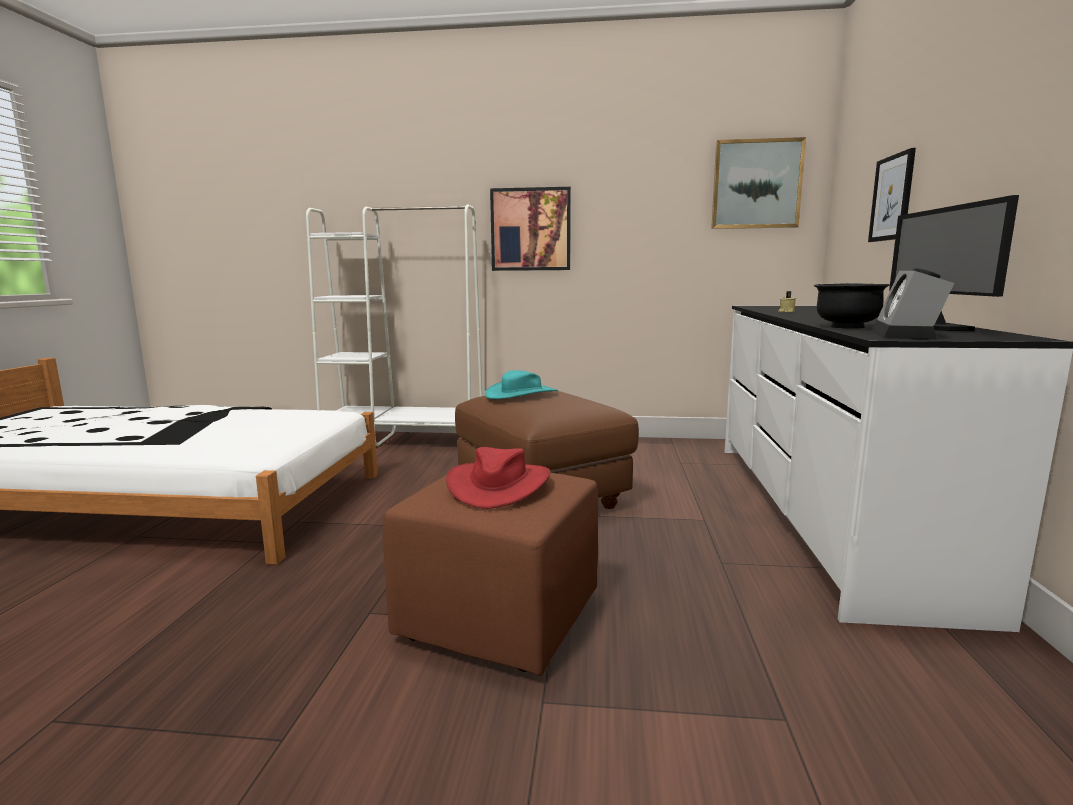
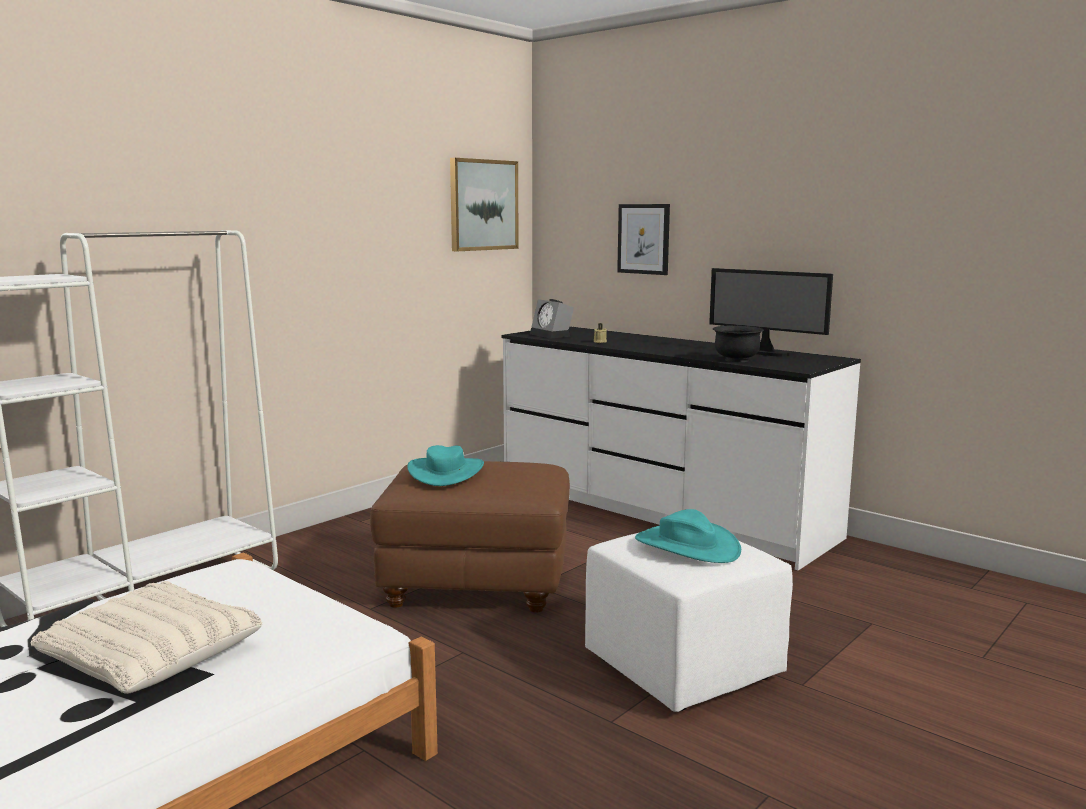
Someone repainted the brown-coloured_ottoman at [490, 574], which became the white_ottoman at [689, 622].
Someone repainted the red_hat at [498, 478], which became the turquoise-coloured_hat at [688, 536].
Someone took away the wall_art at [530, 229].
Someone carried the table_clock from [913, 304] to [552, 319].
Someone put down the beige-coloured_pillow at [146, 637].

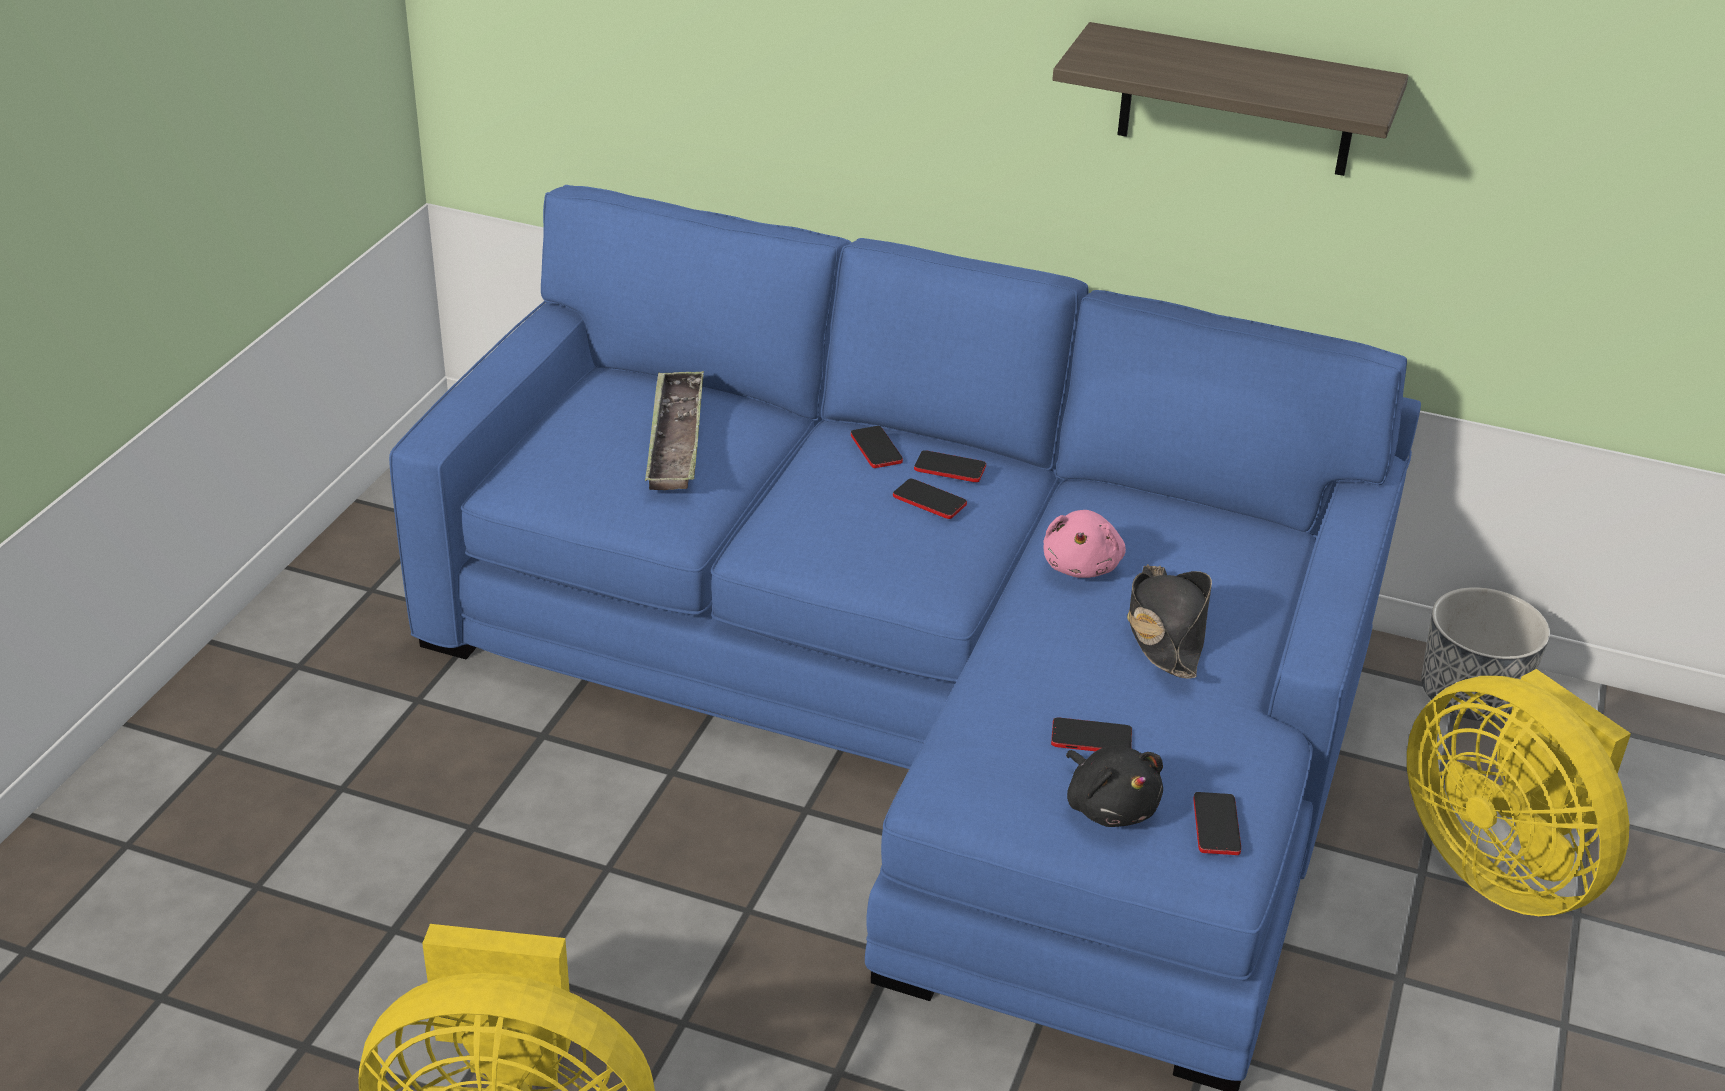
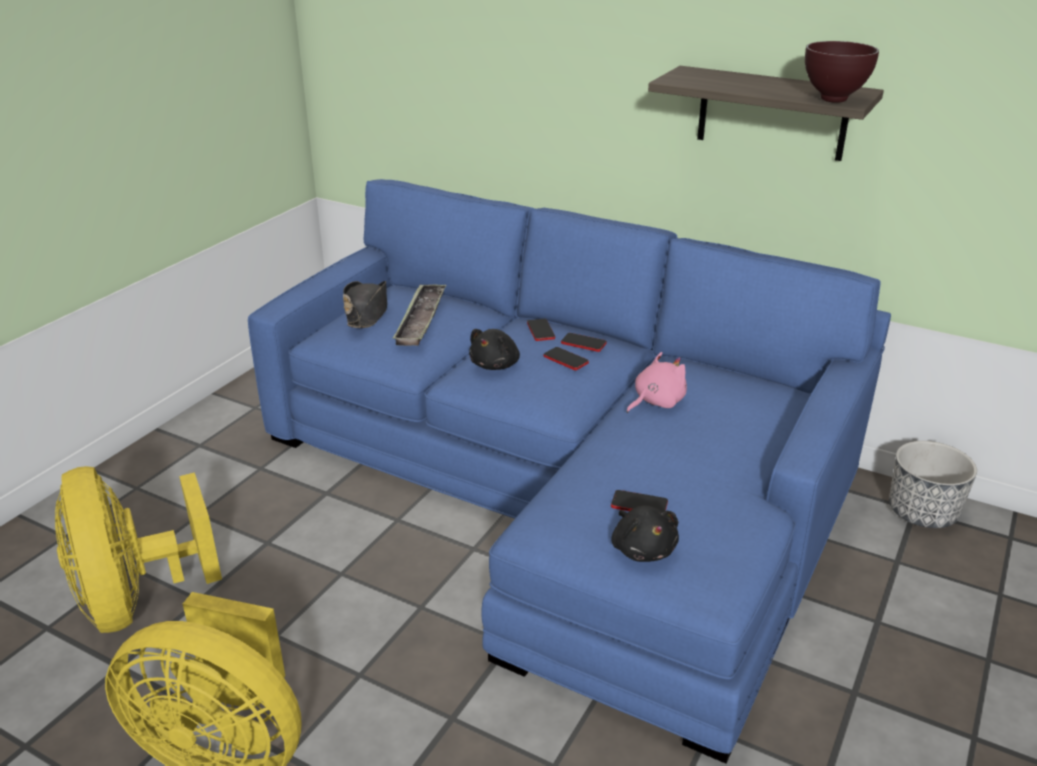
Someone rotated the pink_plush_toy at [1085, 544] by 150 degrees counterclockwise.
Someone carried the black-coloured_hat from [1169, 621] to [365, 304].
Someone took away the phone at [1217, 823].
Someone carried the yellow-coloured_fan from [1519, 792] to [138, 549].
Someone put down the black-coloured_plush_toy at [494, 349].
Someone put down the brown-coloured_bowl at [842, 72].

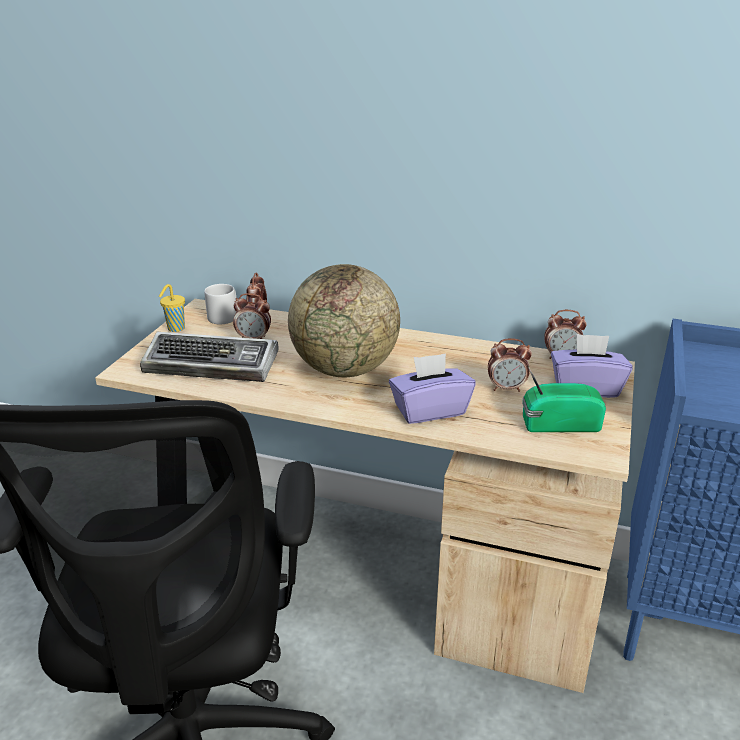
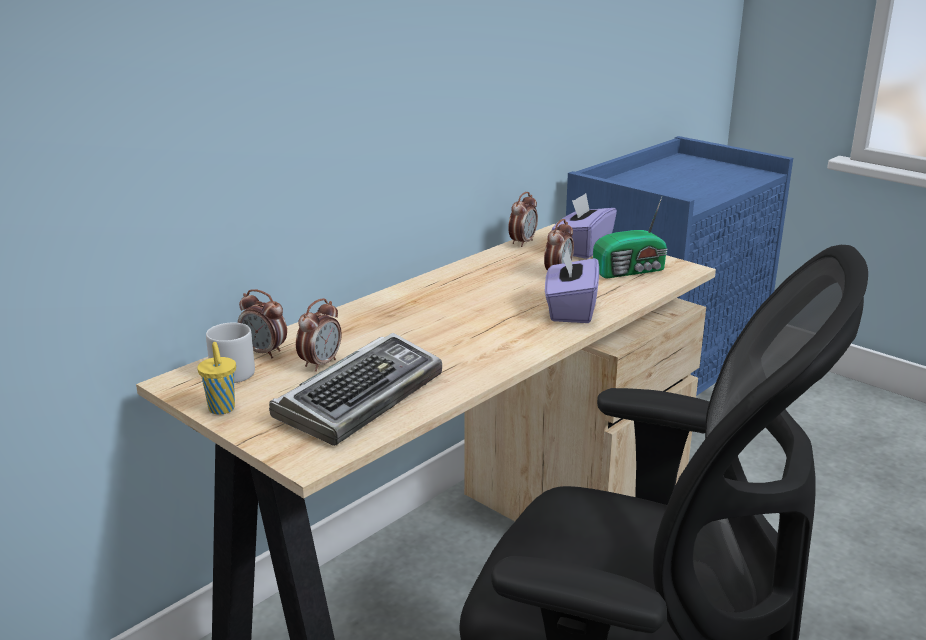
Someone took away the world_globe at [344, 320].
Someone rotated the radio_set at [564, 399] by 135 degrees counterclockwise.

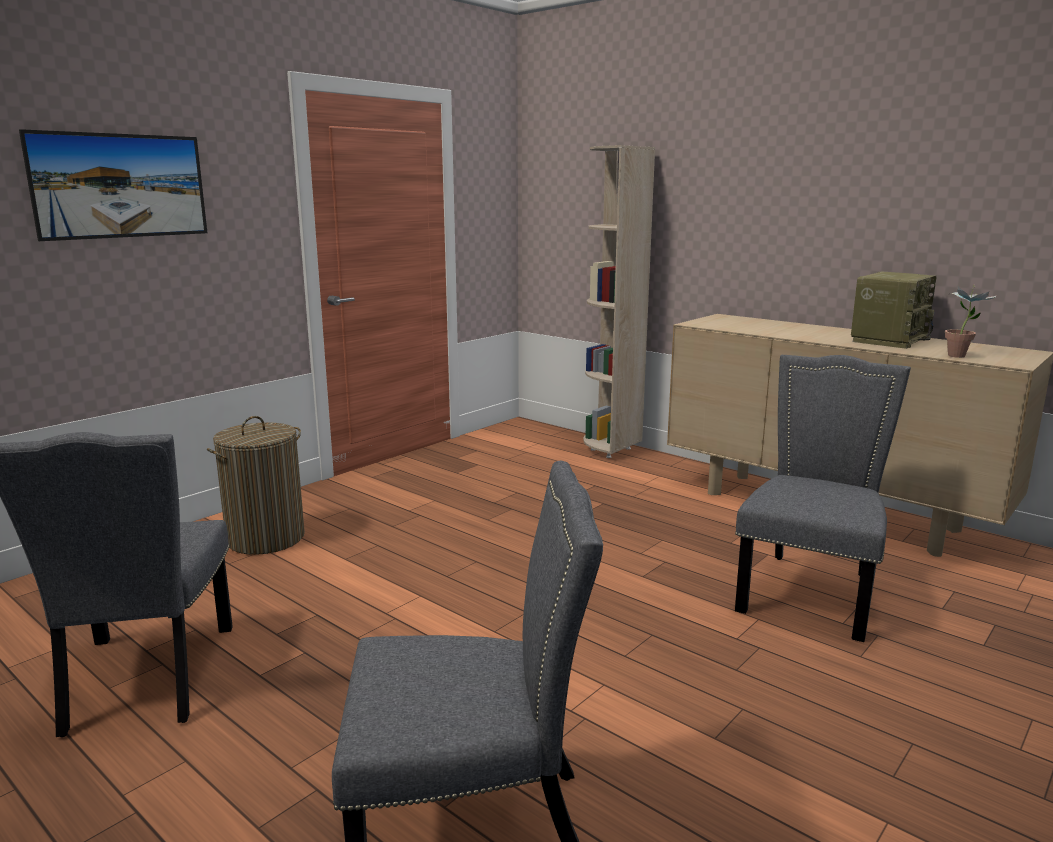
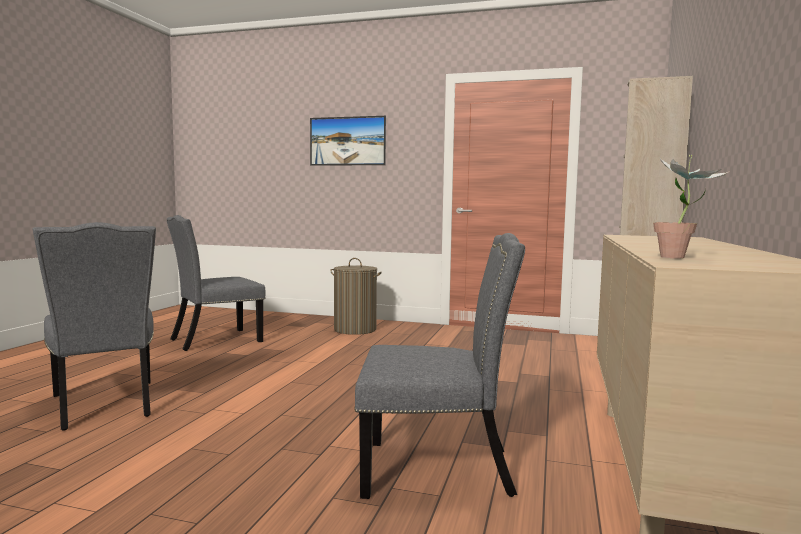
Someone took away the radio_set at [894, 310].

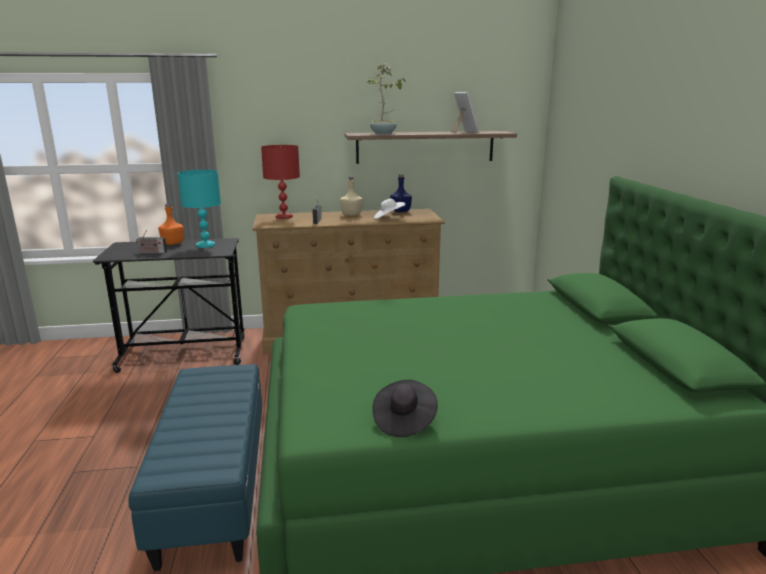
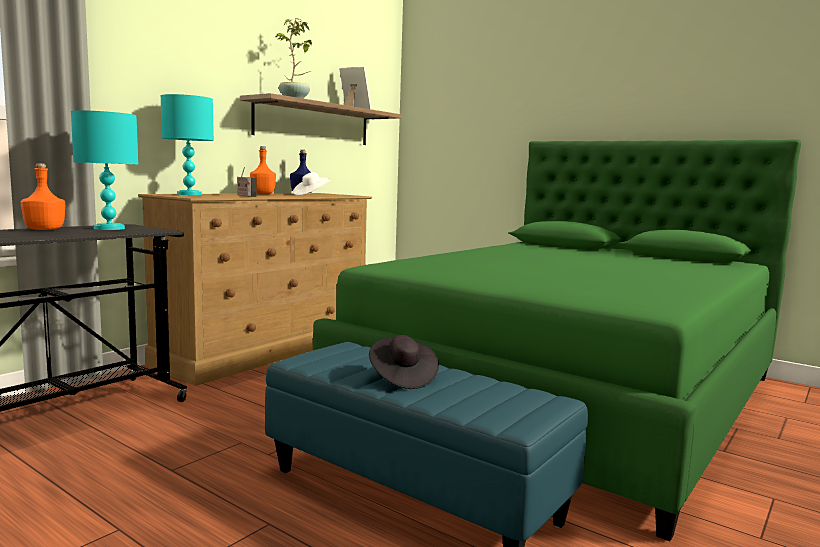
Someone took away the radio_set at [151, 241].
Someone repainted the red_tabletop_lamp at [280, 182], which became the turquoise-coloured_tabletop_lamp at [187, 144].
Someone repainted the beige-coloured_beverage_bottle at [351, 196], which became the orangey_beverage_bottle at [263, 170].
Someone carried the black-coloured_hat from [405, 408] to [404, 362].

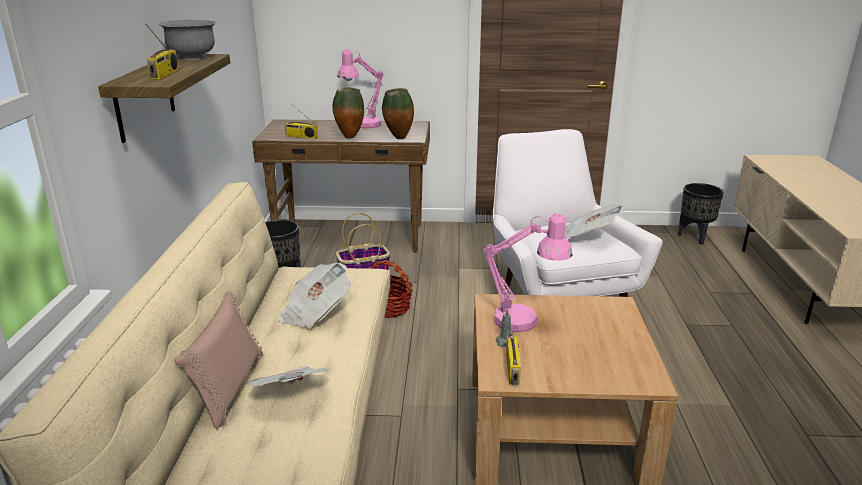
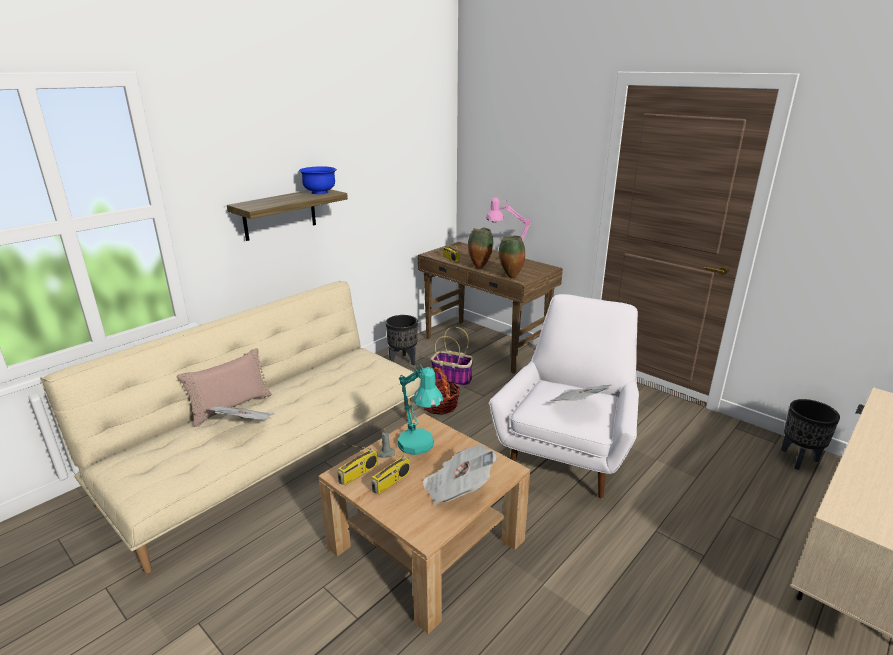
Someone carried the radio_set from [162, 51] to [390, 473].
Someone repainted the gray_bowl at [187, 40], which became the blue_bowl at [318, 180].
Someone carried the newspaper from [314, 295] to [460, 474].
Someone repainted the pink_tabletop_lamp at [527, 272], which became the turquoise-coloured_tabletop_lamp at [420, 409].

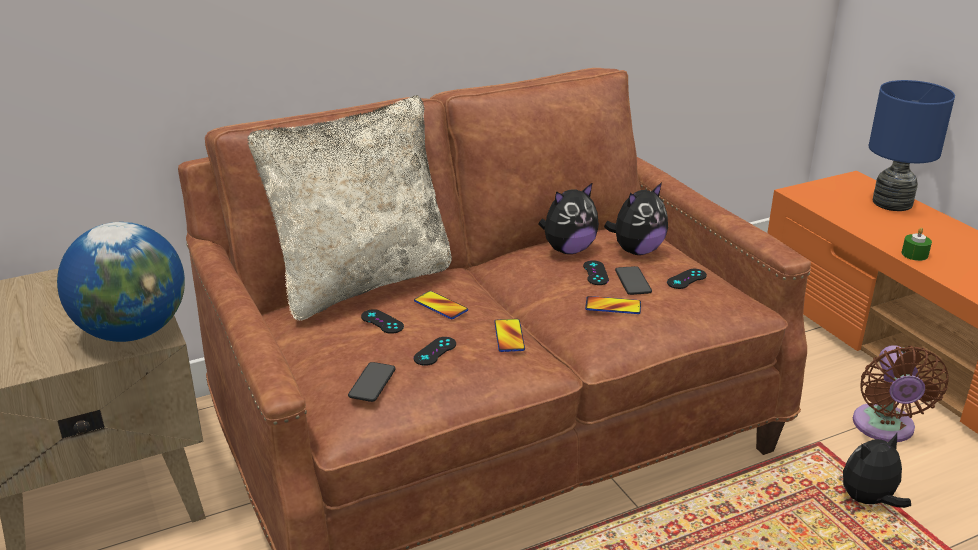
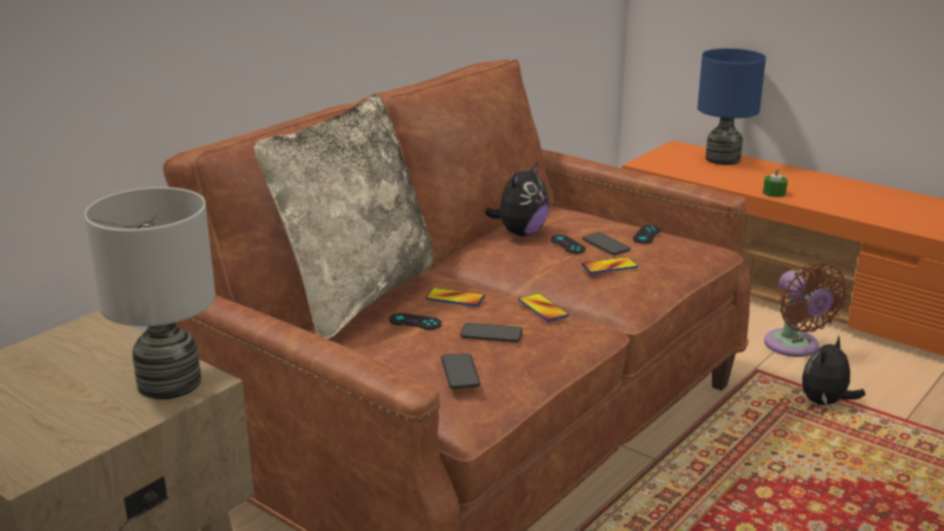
Someone swapped the world_globe at [121, 282] for the gray_tabletop_lamp at [150, 293].
Someone swapped the black-coloured_gamepad at [434, 351] for the phone at [491, 332].
Someone took away the plush_toy at [636, 218].

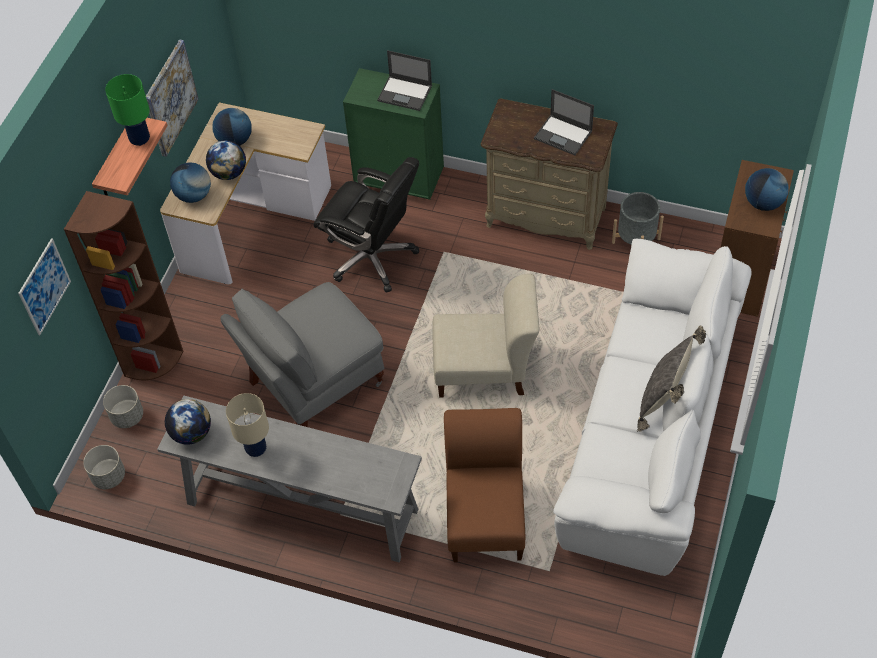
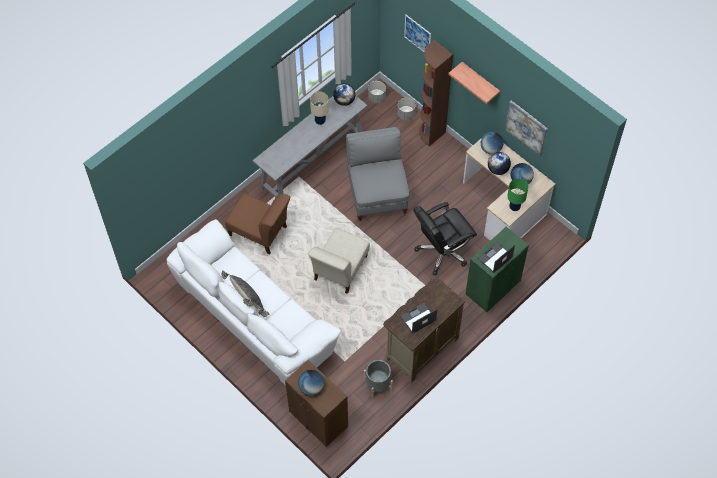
Someone carried the green-coloured_tabletop_lamp from [127, 110] to [517, 194].

